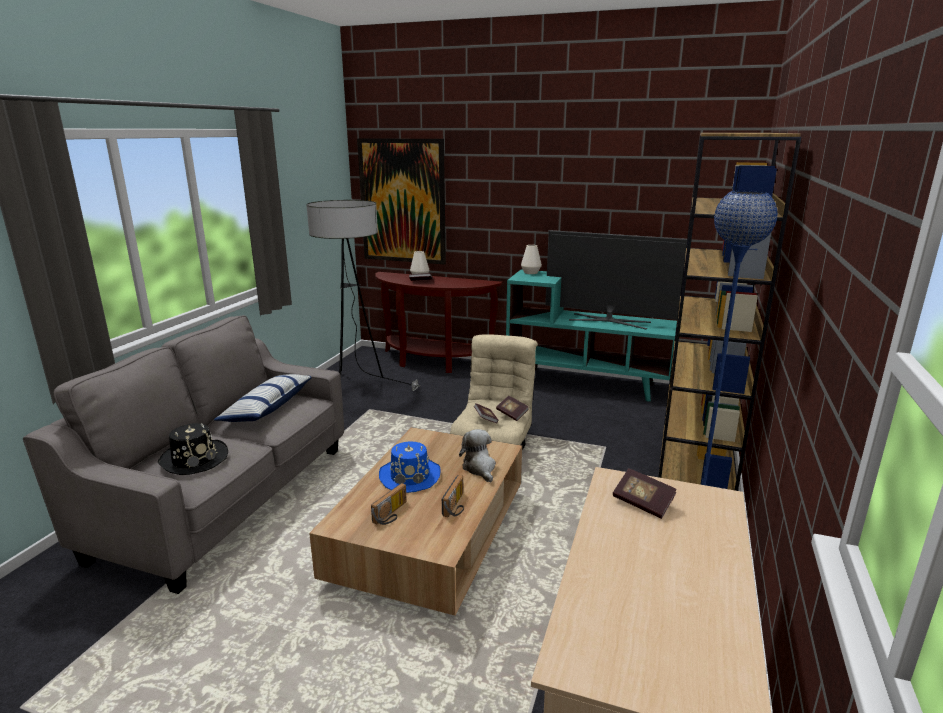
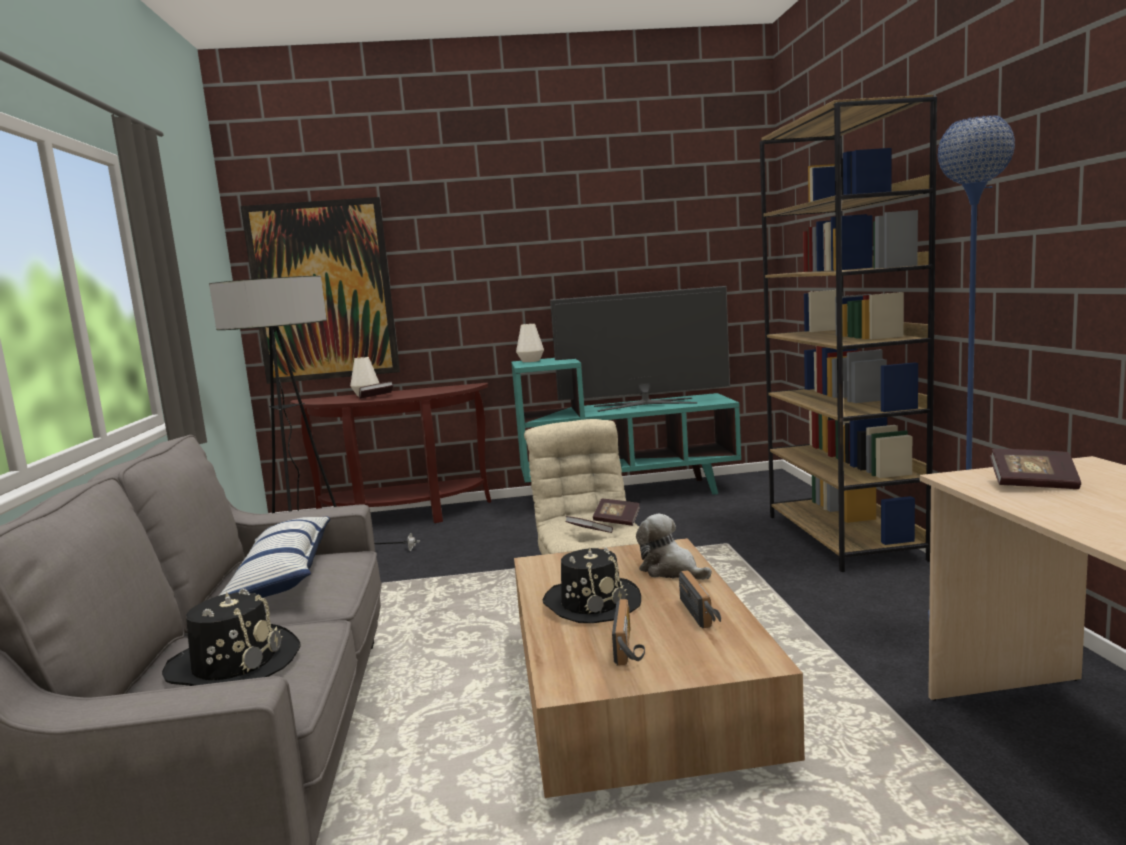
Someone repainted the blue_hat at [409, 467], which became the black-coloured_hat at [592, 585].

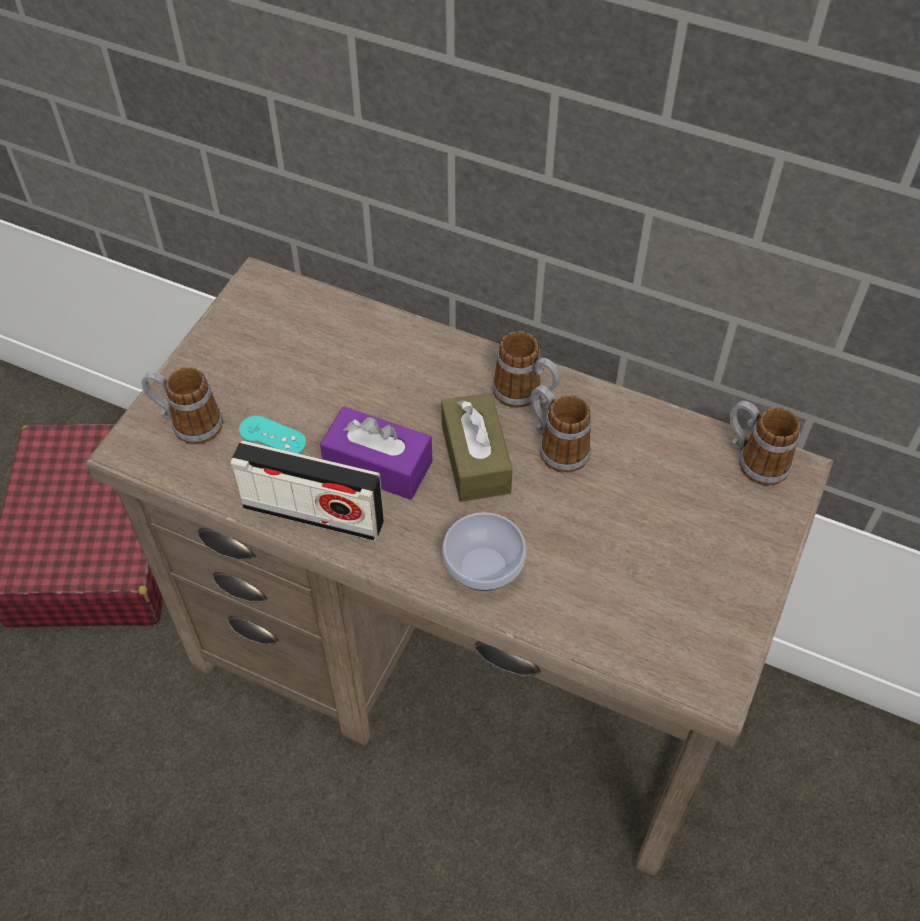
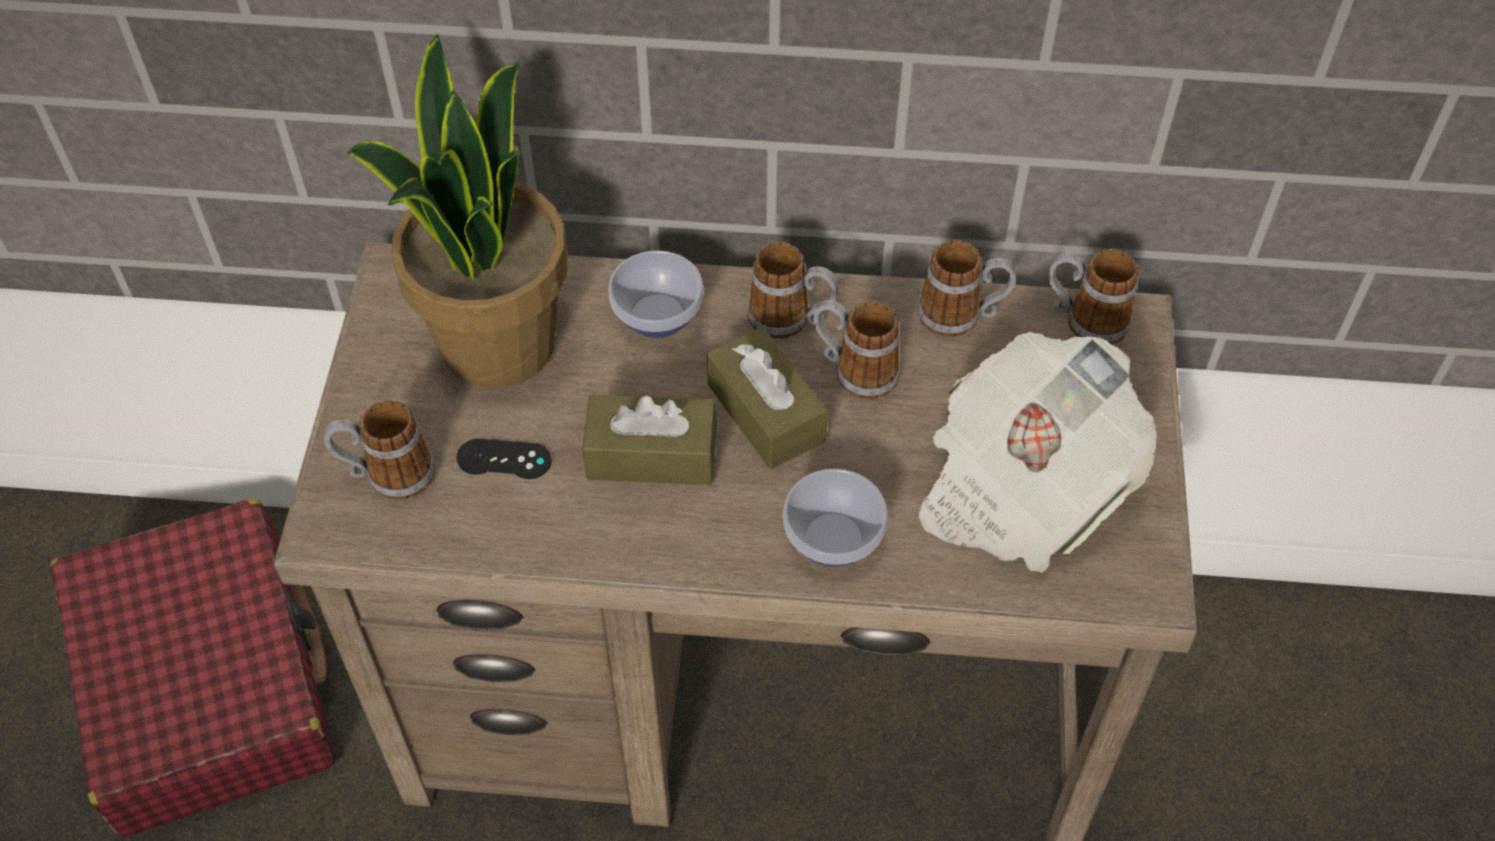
Someone took away the radio_set at [307, 490].
Someone repainted the turquoise-coloured_gamepad at [272, 435], which became the black-coloured_gamepad at [504, 459].
Someone repainted the purple_tissue_holder at [376, 453], which became the brown-coloured_tissue_holder at [649, 440].
Someone put down the plant_in_a_pot at [457, 211].
Someone put down the bowl at [656, 294].
Someone put down the tea_mug at [966, 288].
Someone put down the newspaper at [1038, 452].

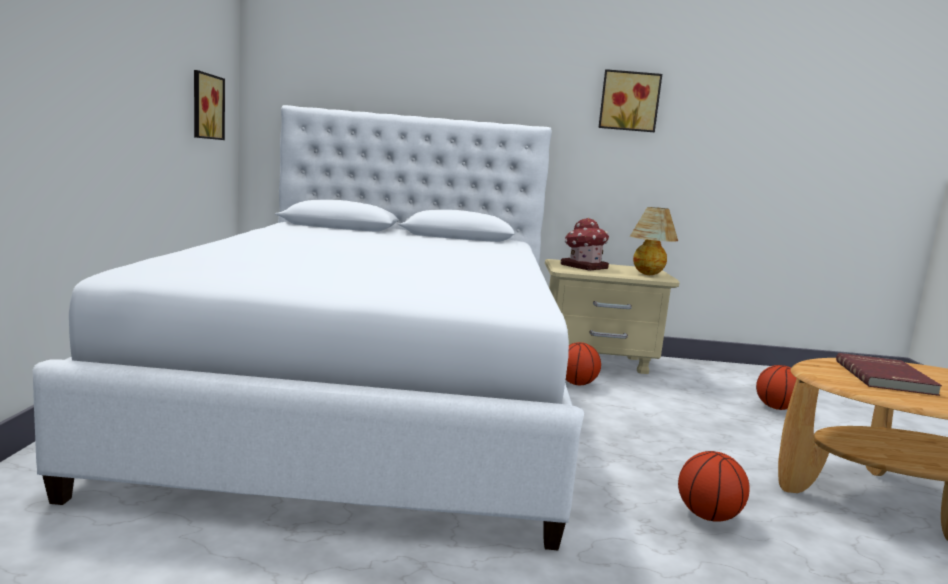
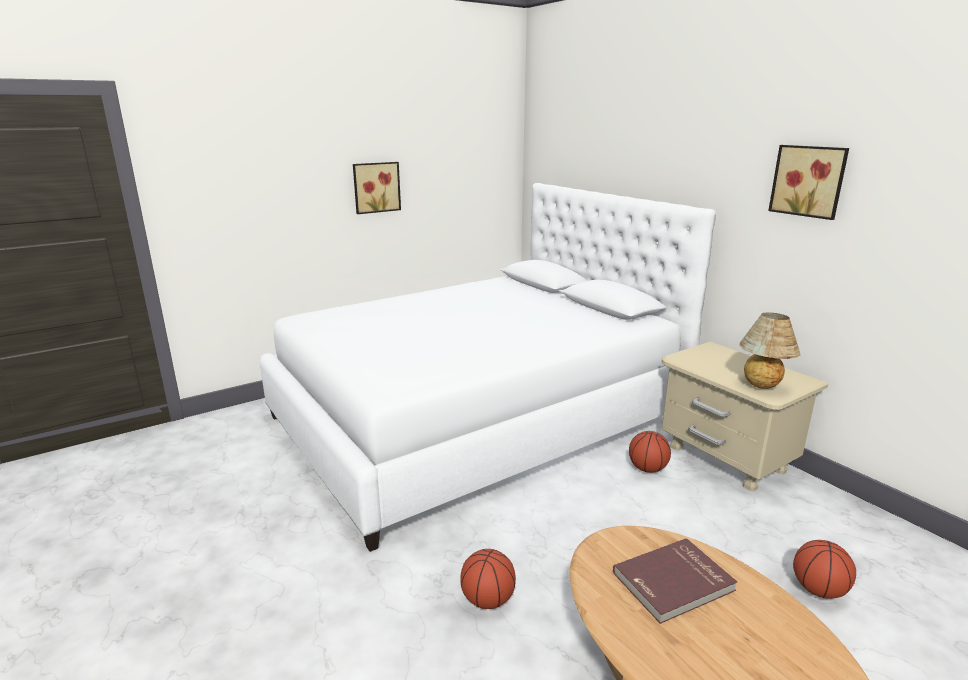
Someone carried the wall_art from [209, 105] to [377, 188].
Someone took away the miniature_house at [585, 244].

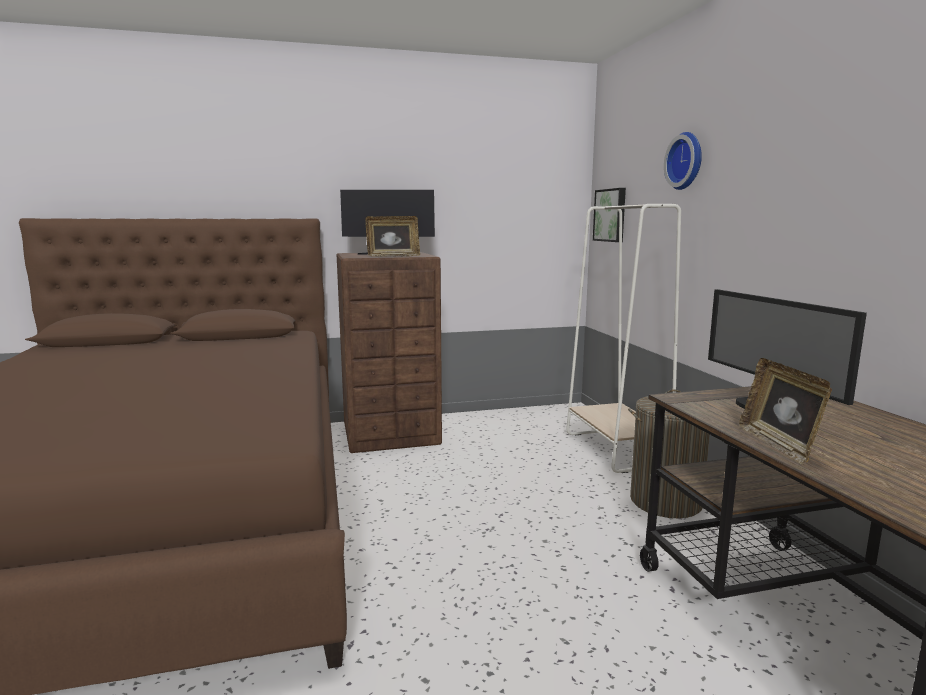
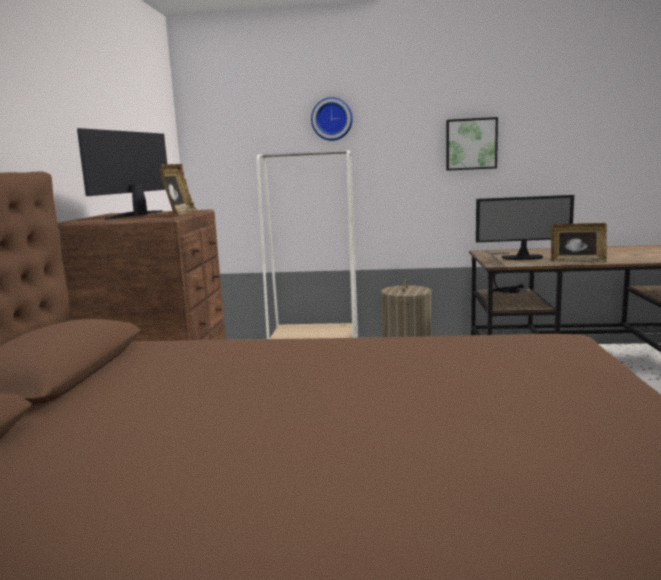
Someone carried the wall_art from [609, 215] to [472, 144].

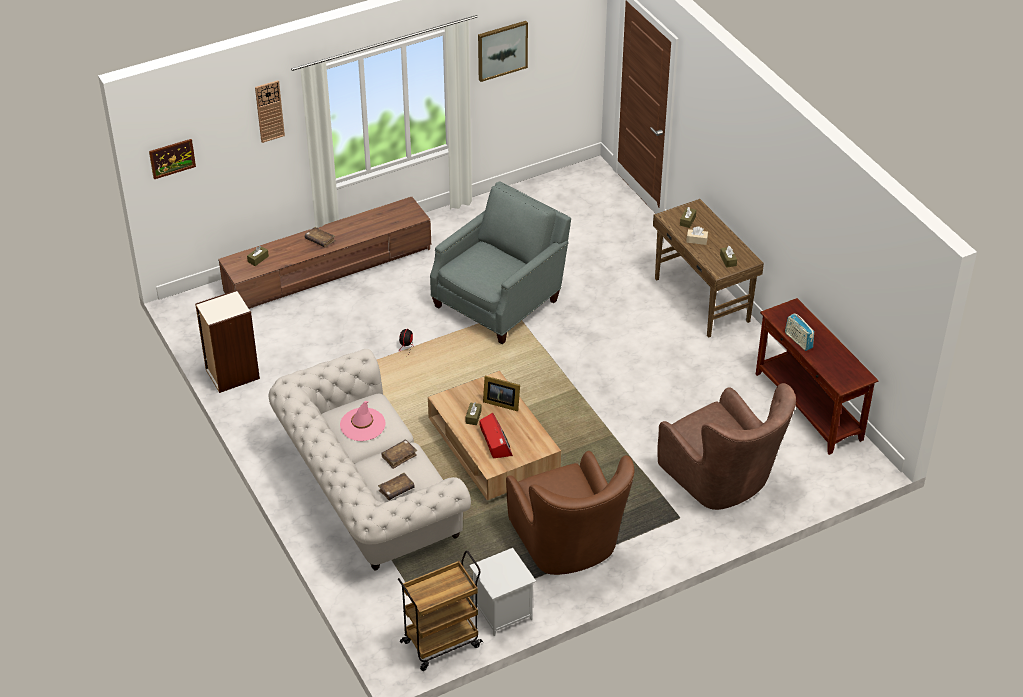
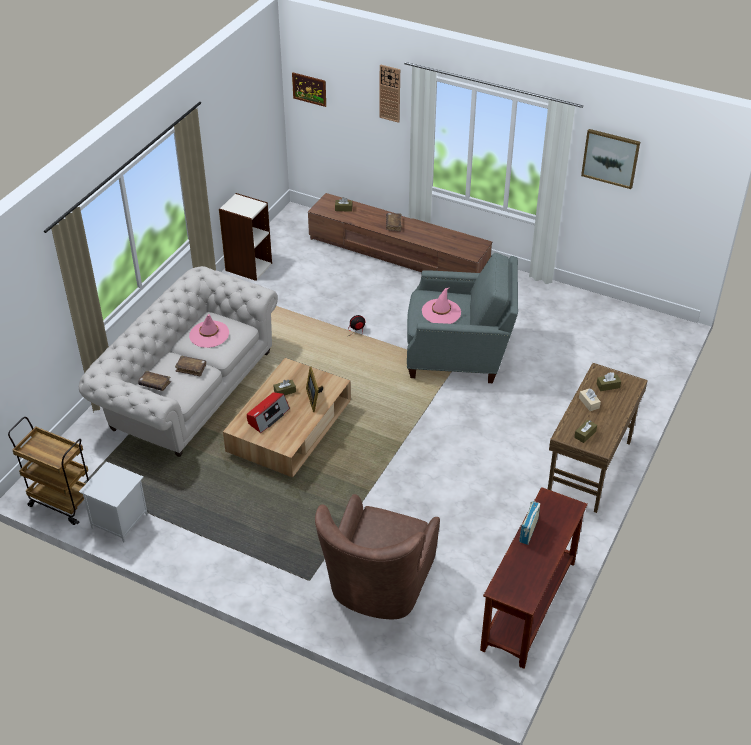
Someone took away the brown-coloured_armchair at [570, 513].
Someone put down the pink_hat at [441, 305].

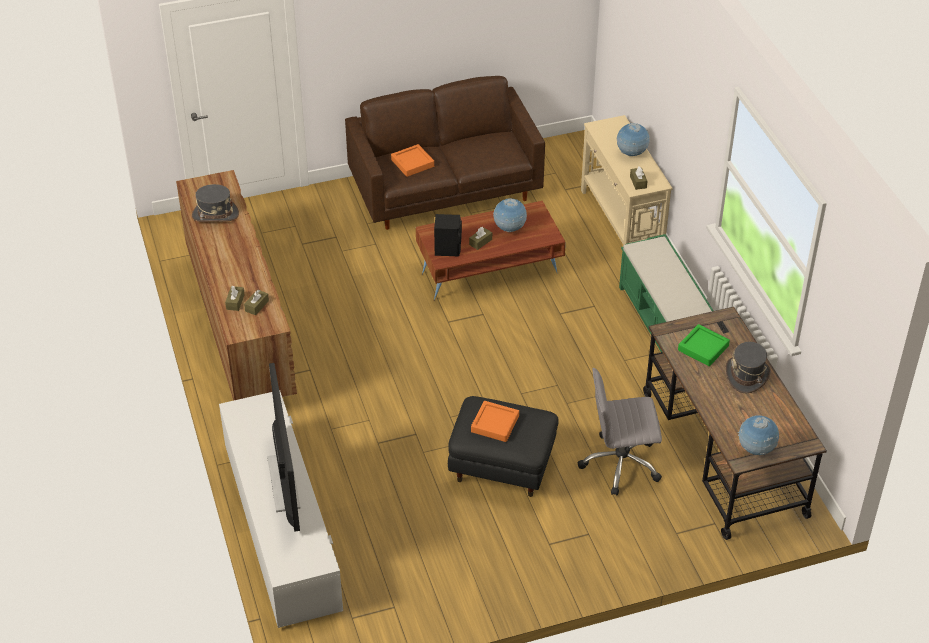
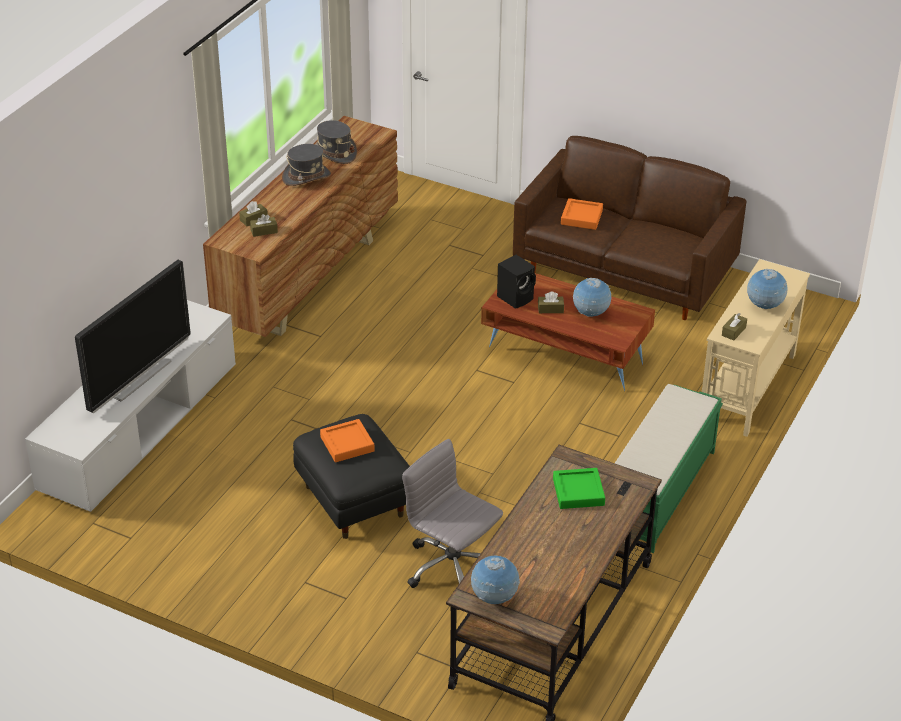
Someone carried the gray_hat from [748, 367] to [306, 165].

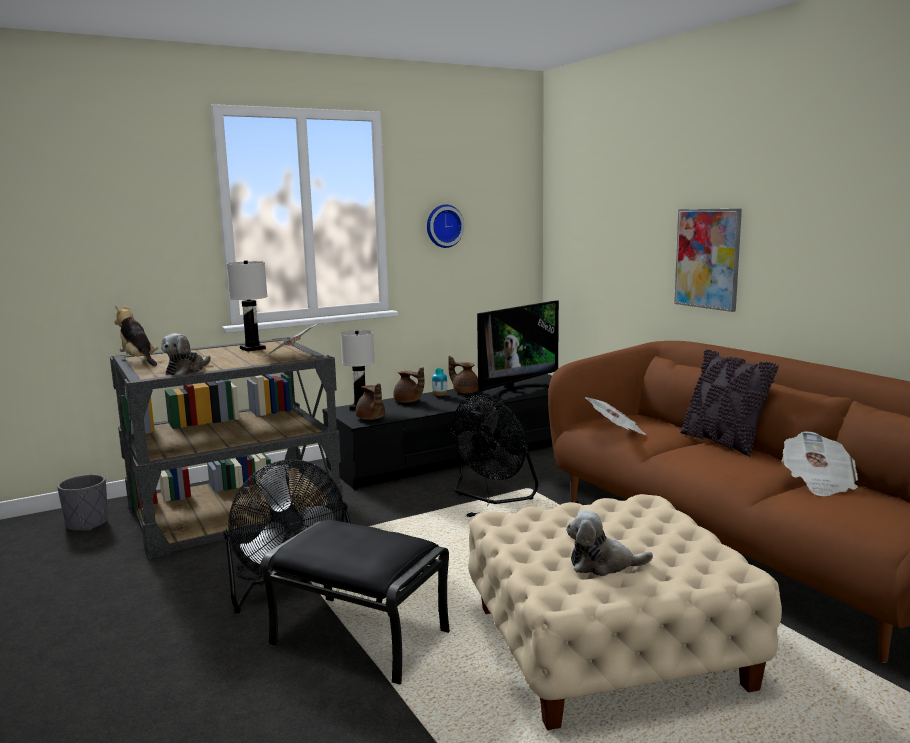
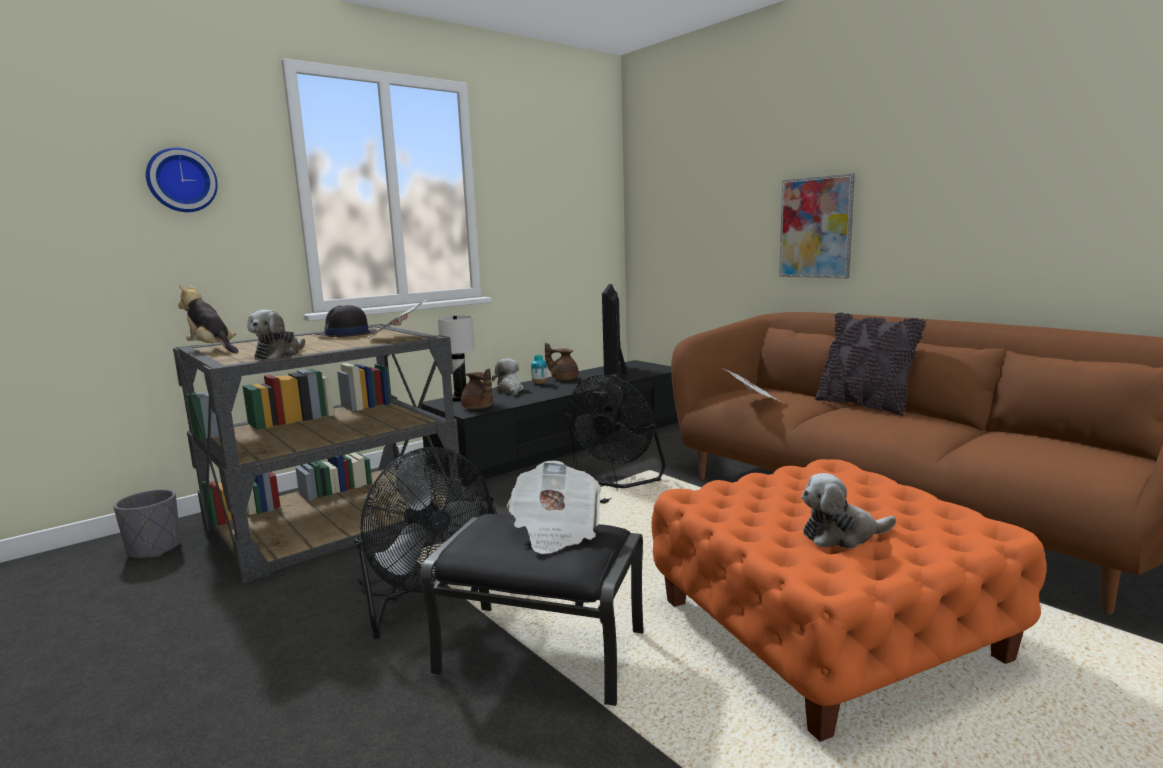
Someone swapped the white_tabletop_lamp at [247, 306] for the black-coloured_hat at [346, 321].
Someone swapped the brown-coloured_pot_for_tea at [408, 385] for the plush_toy at [508, 376].
Someone carried the clock_on_the_wall from [445, 226] to [182, 179].
Someone repainted the beige-coloured_ottoman at [625, 612], which became the orangey_ottoman at [849, 600].
Someone rotated the TV_set at [518, 350] by 150 degrees clockwise.
Someone carried the newspaper from [820, 463] to [554, 507].

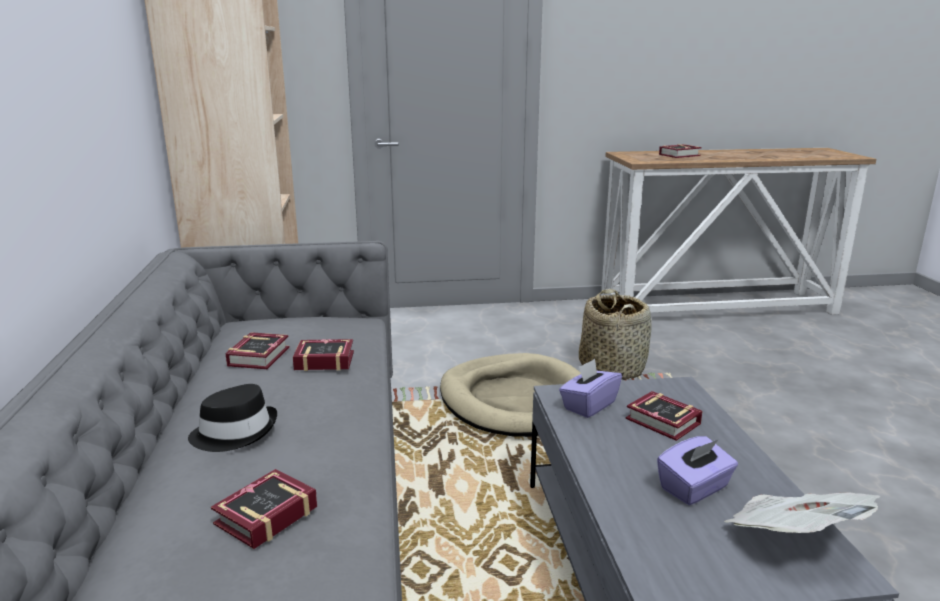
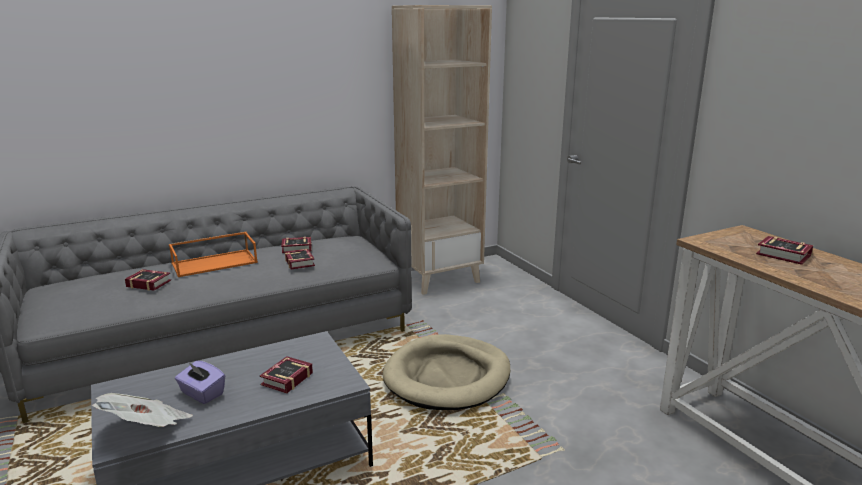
Someone swapped the black-coloured_hat at [232, 418] for the orangey_carrying_tray at [213, 254].
Someone took away the purple_tissue_holder at [590, 388].
Someone took away the storage_basket at [615, 334].

